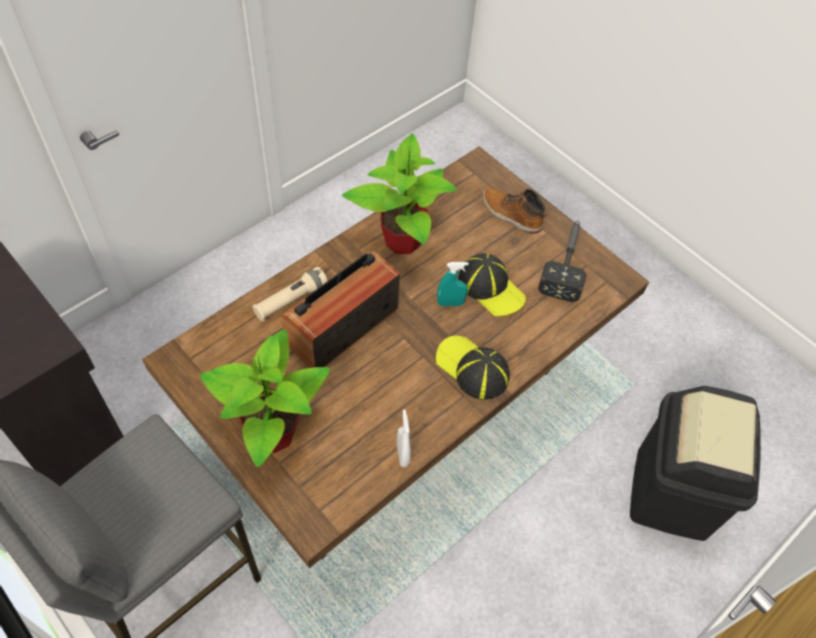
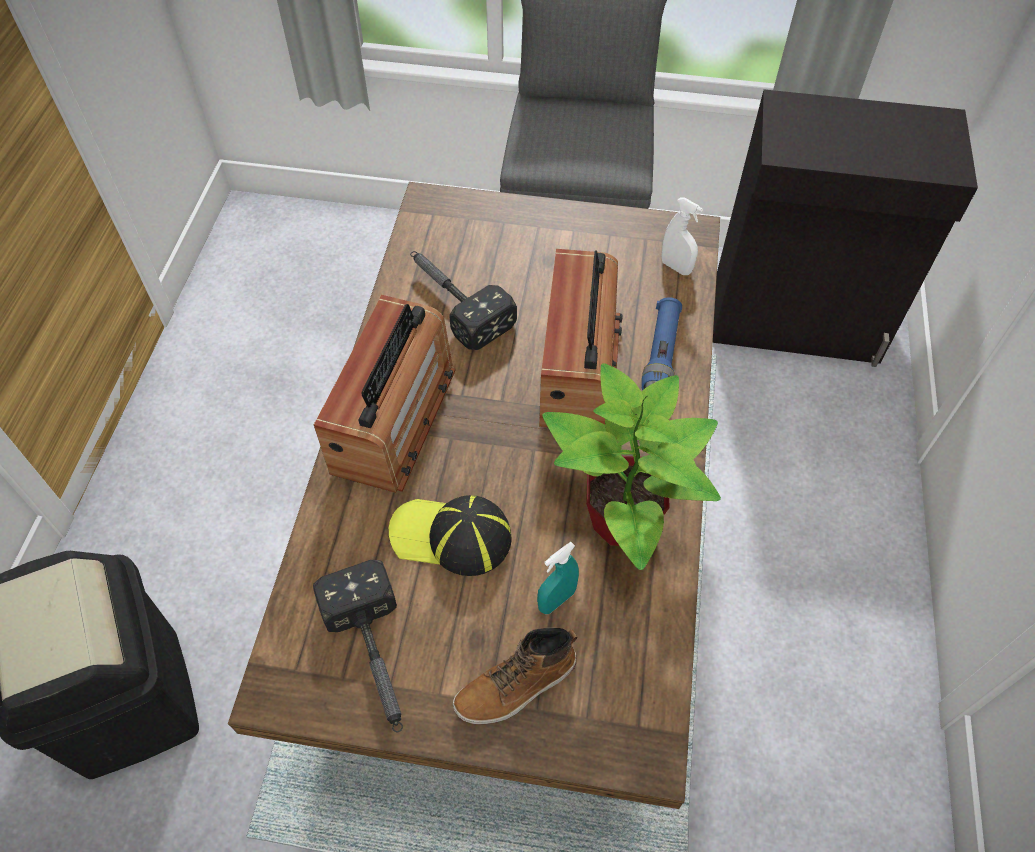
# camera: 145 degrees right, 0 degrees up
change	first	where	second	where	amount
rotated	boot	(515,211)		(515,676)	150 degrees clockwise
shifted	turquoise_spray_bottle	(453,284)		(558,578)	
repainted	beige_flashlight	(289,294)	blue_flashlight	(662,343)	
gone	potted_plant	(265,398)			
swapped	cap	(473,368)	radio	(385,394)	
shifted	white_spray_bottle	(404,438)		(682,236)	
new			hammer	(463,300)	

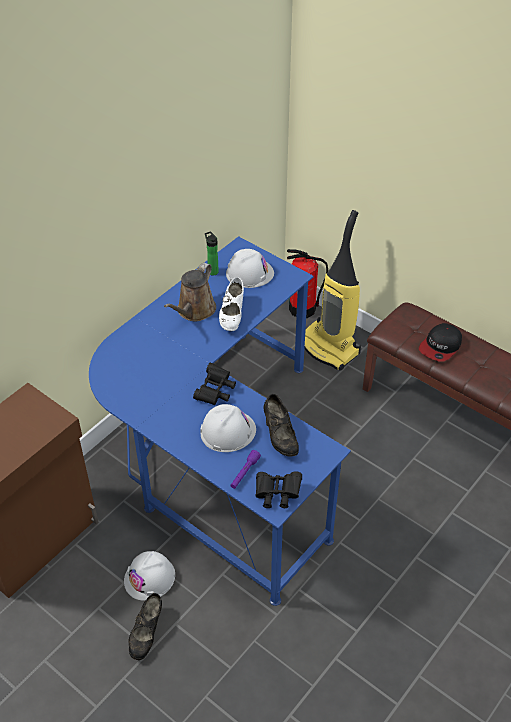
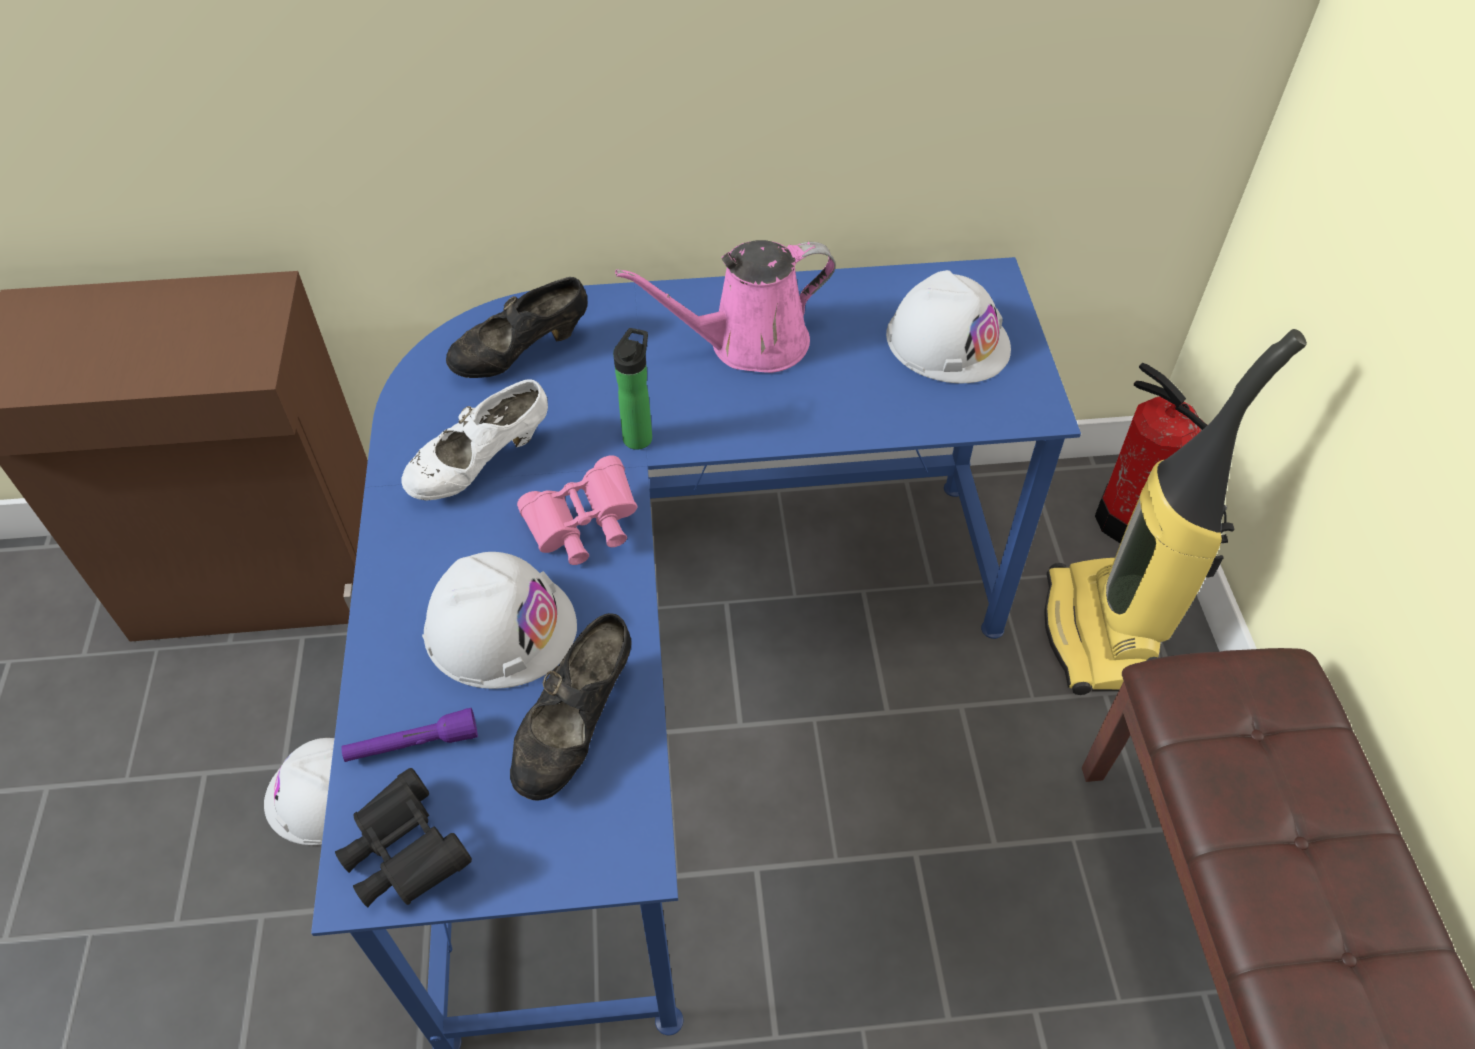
# camera: 45 degrees right, 5 degrees up
change	first	where	second	where	amount
shifted	bottle	(212,253)		(632,389)	
repainted	brown_watering_can	(190,292)	pink_watering_can	(725,306)	
shifted	white_shoe	(231,304)		(474,440)	
gone	cap	(440,342)			
repainted	black_binoculars	(214,384)	pink_binoculars	(577,510)	
shifted	black_shoe	(145,626)		(516,327)	

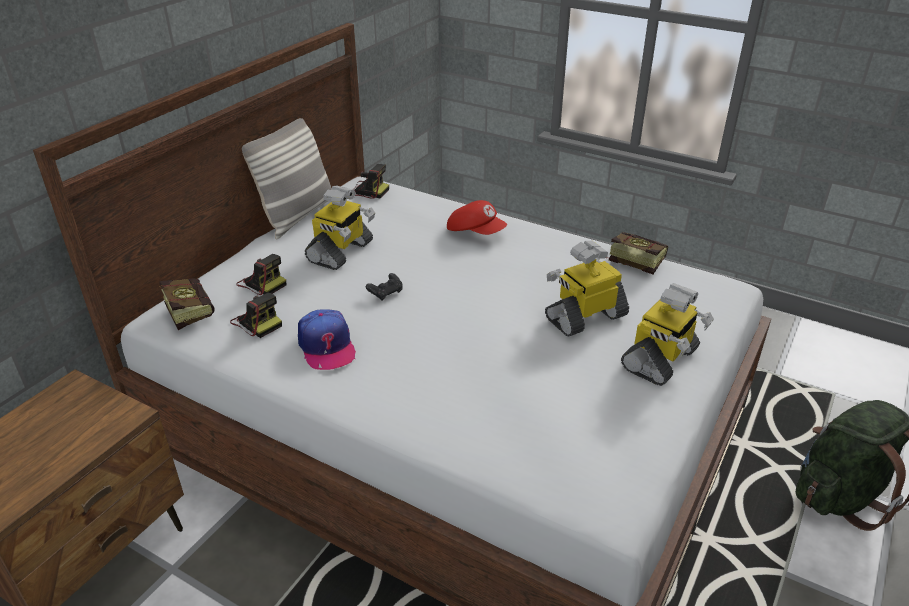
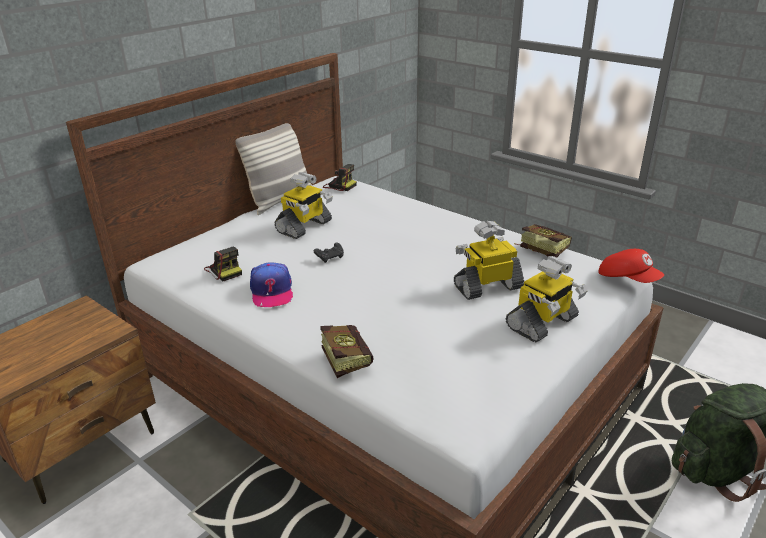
# camera: 10 degrees right, 5 degrees down
change	first	where	second	where	amount
shifted	red_cap	(477,217)		(631,266)	
gone	photo_camera	(261,274)			
shifted	book	(186,304)		(347,351)	

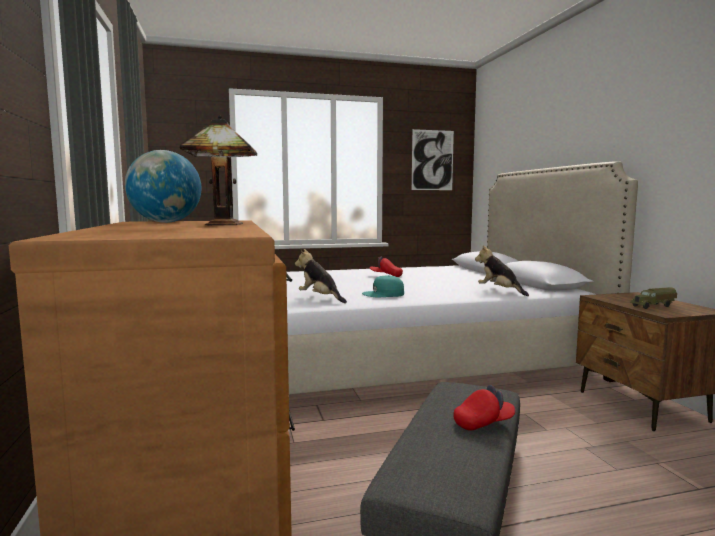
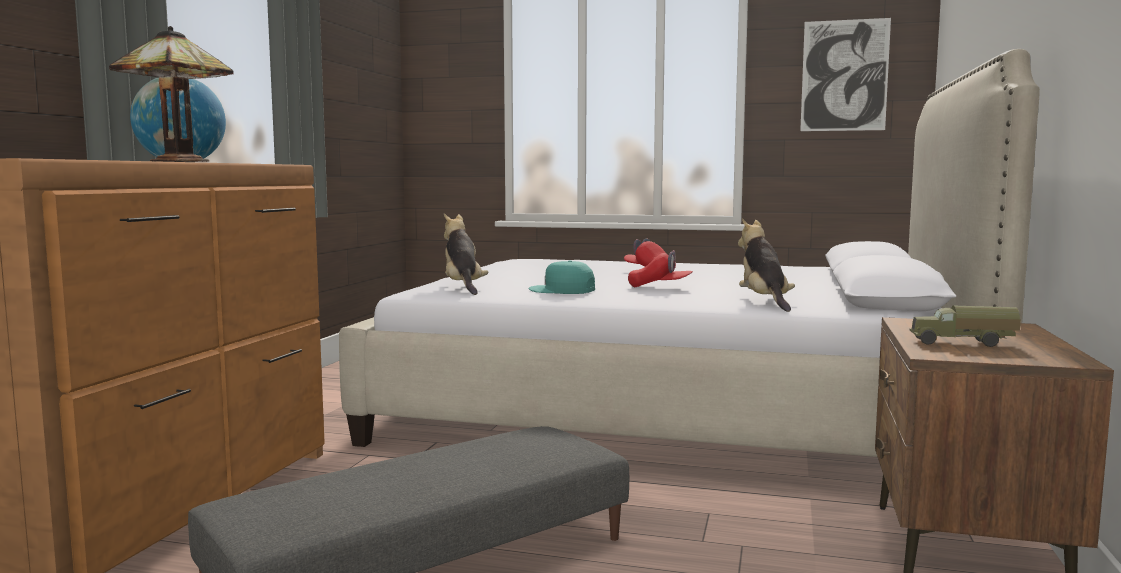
# camera: 30 degrees right, 0 degrees up
change	first	where	second	where	amount
shifted	red_cap	(484,408)		(660,268)	

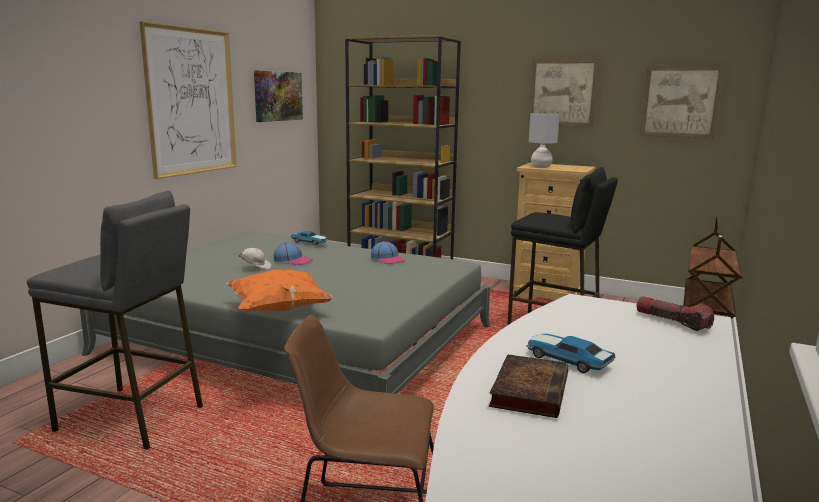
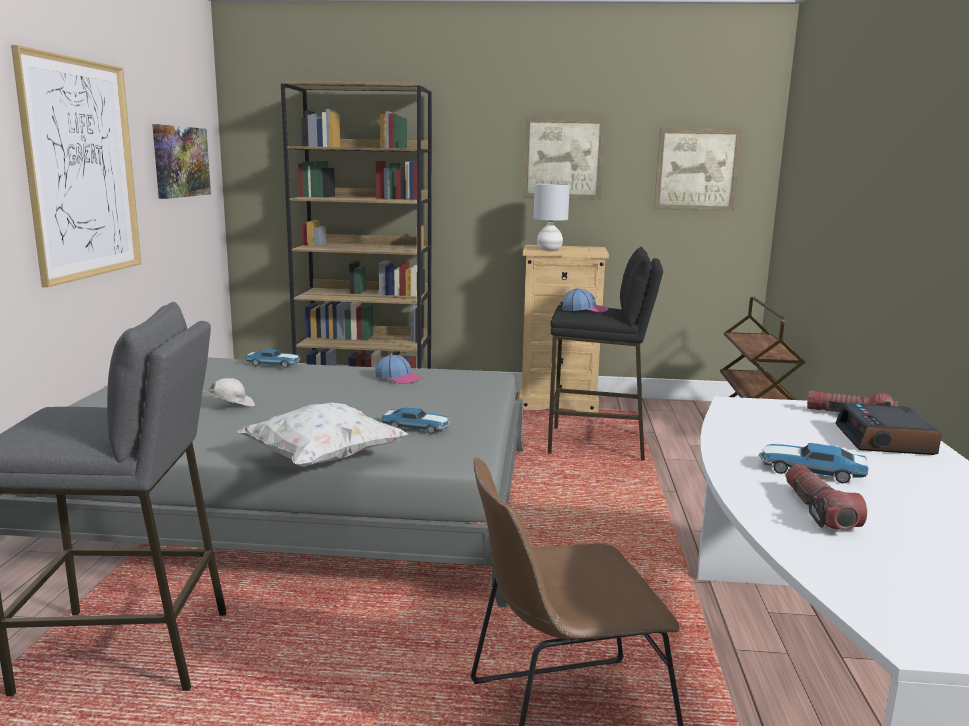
# camera: 20 degrees left, 0 degrees up
change	first	where	second	where	amount
shifted	cap	(293,254)		(585,300)	
repainted	orange_pillow	(279,291)	white_pillow	(323,435)	
swapped	book	(529,386)	flashlight	(826,497)	
new			alarm_clock	(888,429)	
new			toy_car	(415,421)	

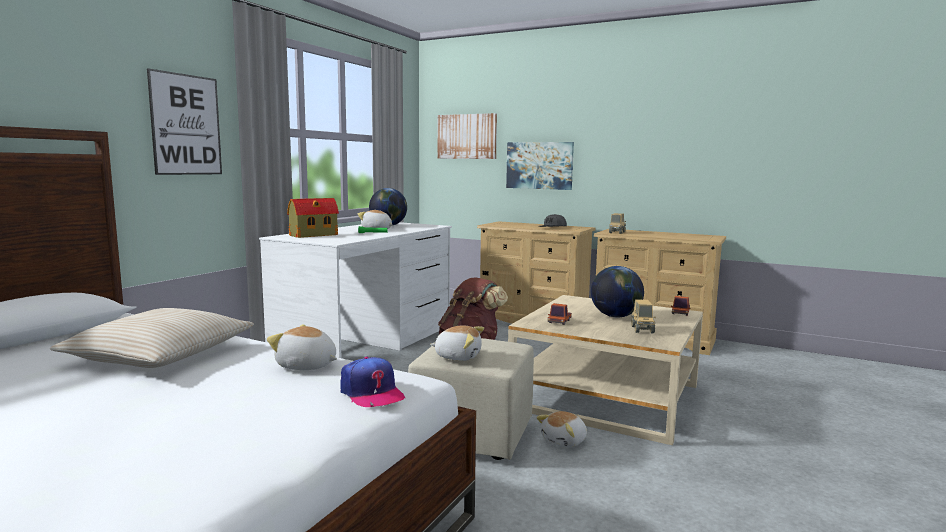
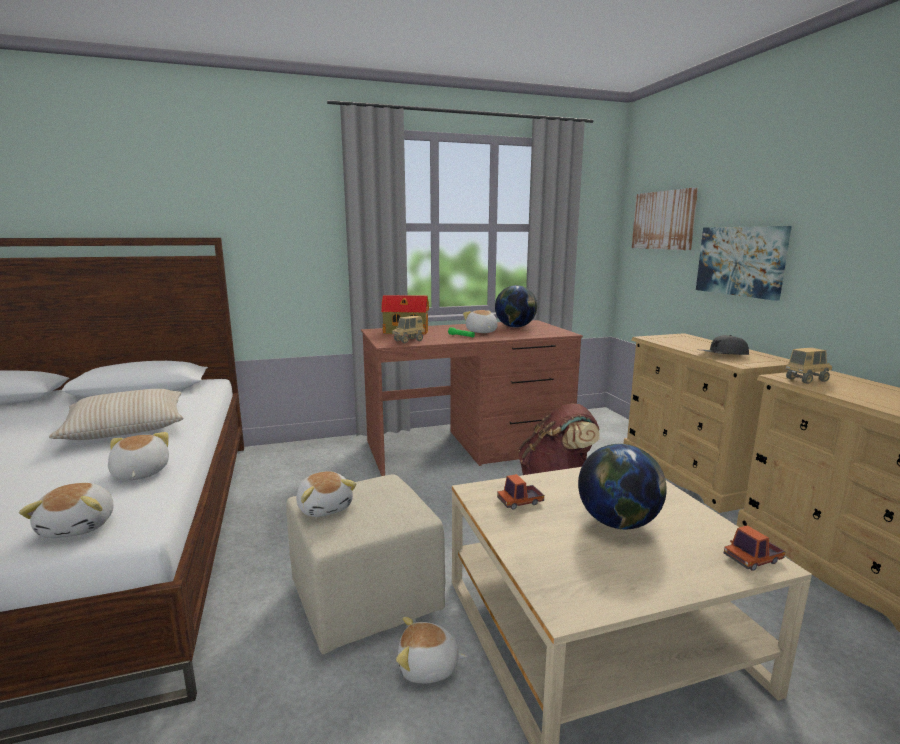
# camera: 45 degrees right, 5 degrees up
change	first	where	second	where	amount
gone	picture	(184,121)			
repainted	white_desk	(355,290)	brown_desk	(472,398)	
shifted	toy_truck	(643,316)		(408,329)	
swapped	cap	(372,382)	plush_toy	(66,510)	

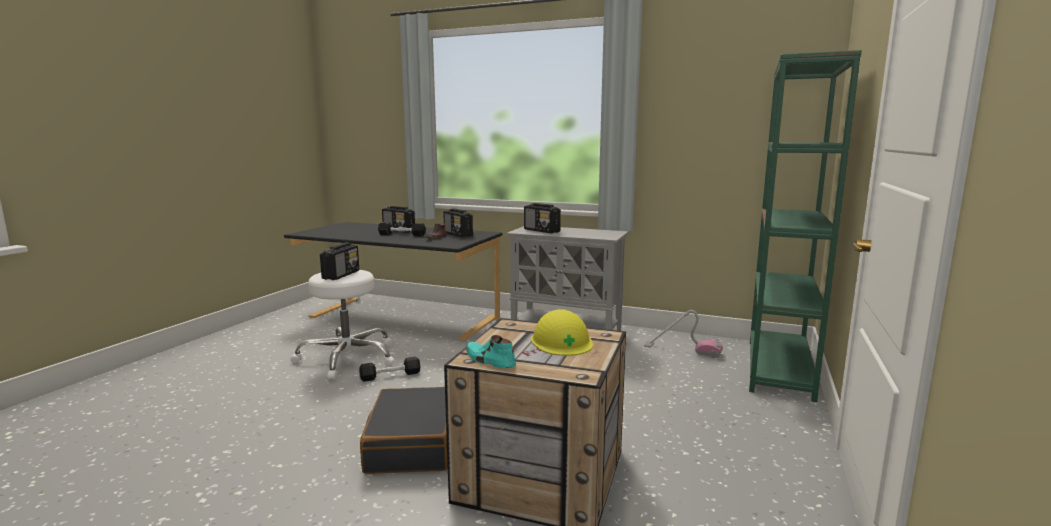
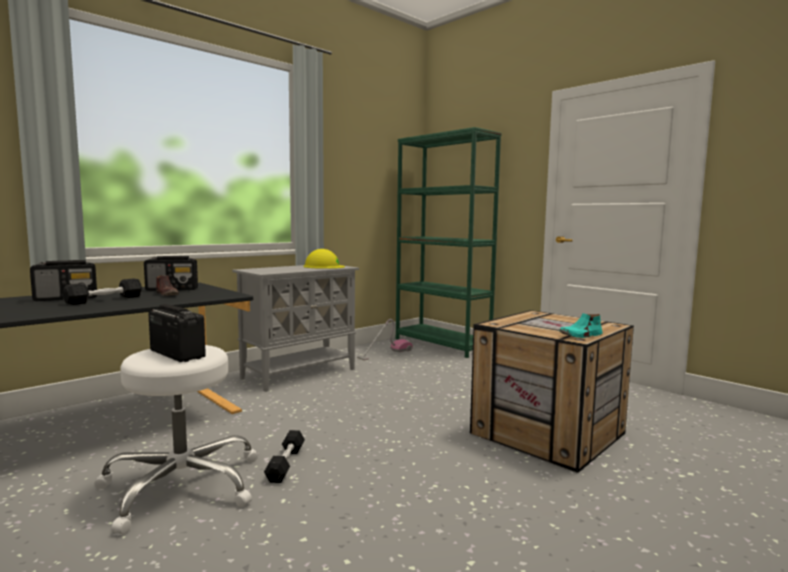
# camera: 65 degrees left, 5 degrees down
change	first	where	second	where	amount
gone	radio	(542,218)			
shifted	yellow_hard_hat	(562,332)		(324,259)	
gone	black_suitcase	(404,430)			

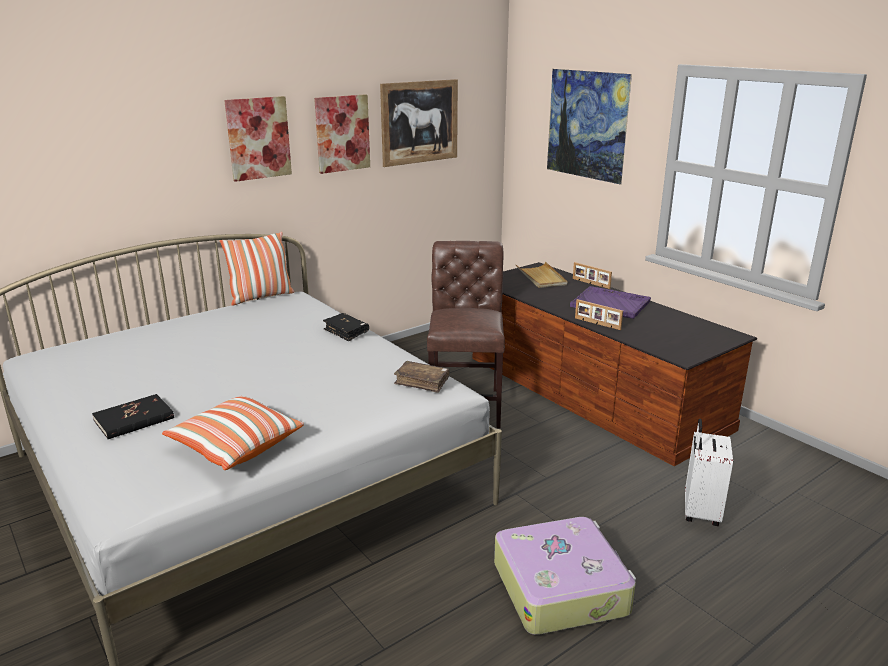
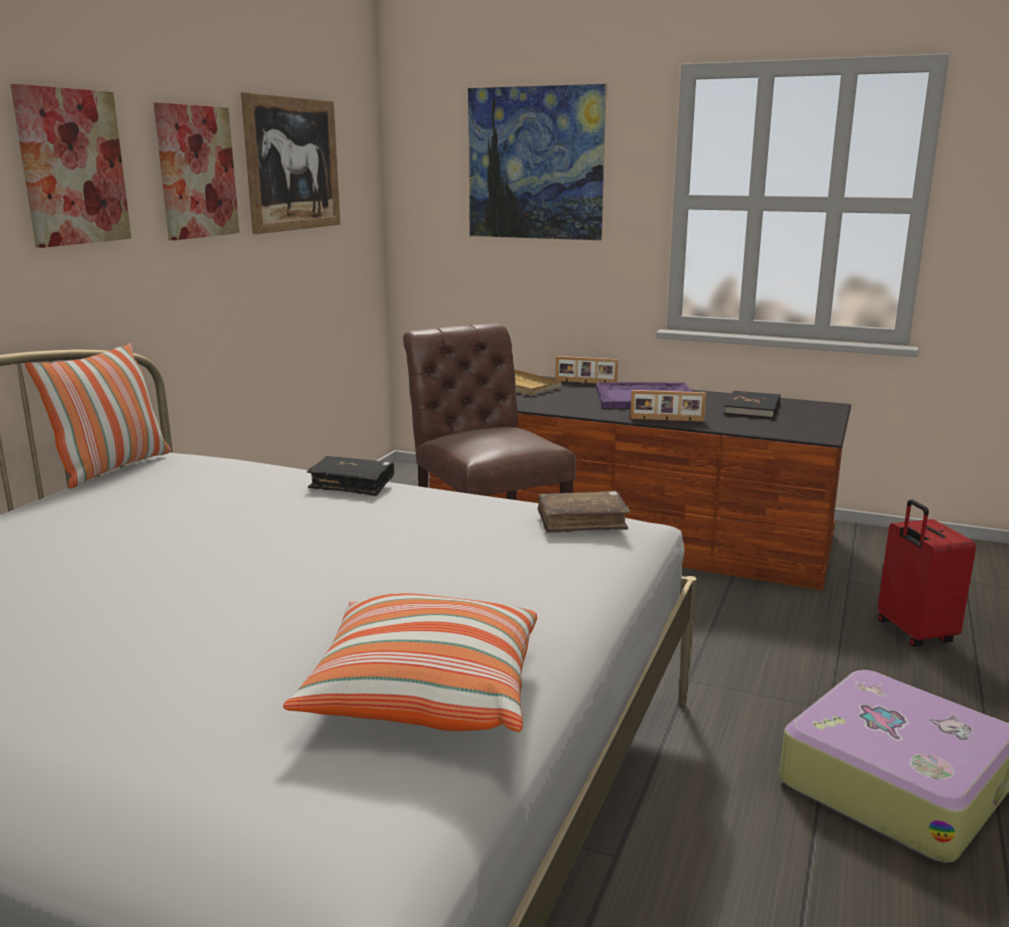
# camera: 30 degrees left, 5 degrees down
change	first	where	second	where	amount
shifted	black_book	(133,416)		(752,405)	
repainted	white_suitcase	(709,472)	red_suitcase	(926,573)	

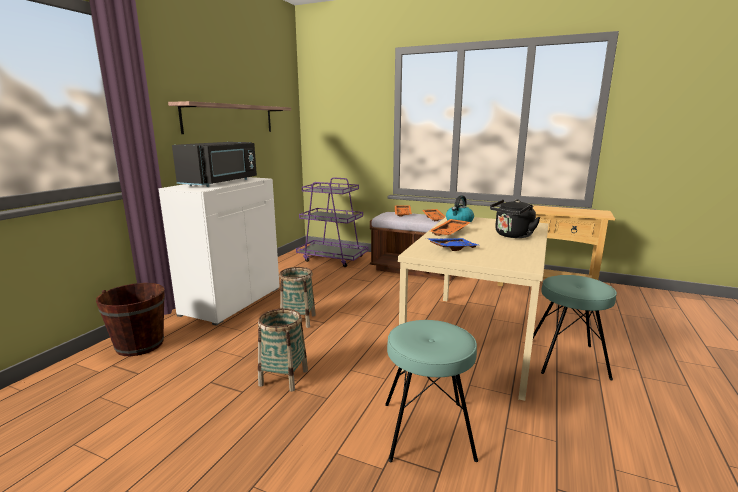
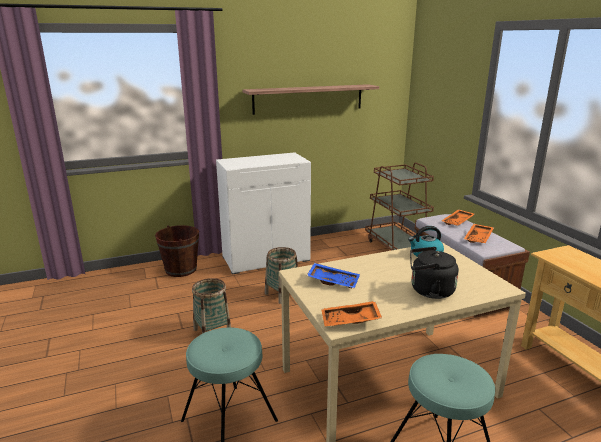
# camera: 45 degrees right, 5 degrees up
change	first	where	second	where	amount
gone	black_microwave	(214,164)			
repainted	purple_cart	(332,222)	brown_cart	(399,206)	
shifted	orange_tray	(450,227)		(351,313)	

